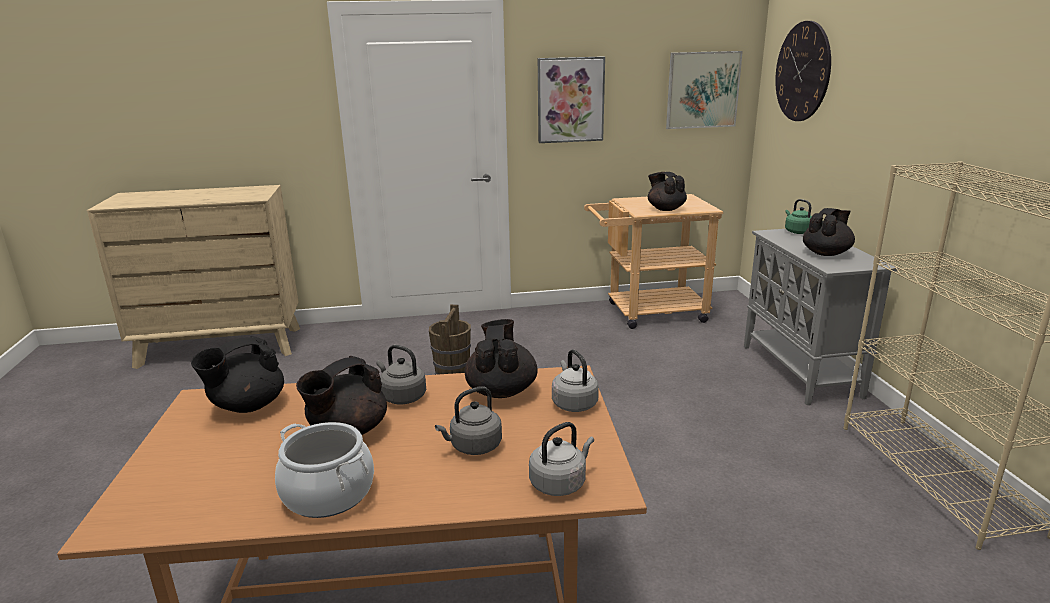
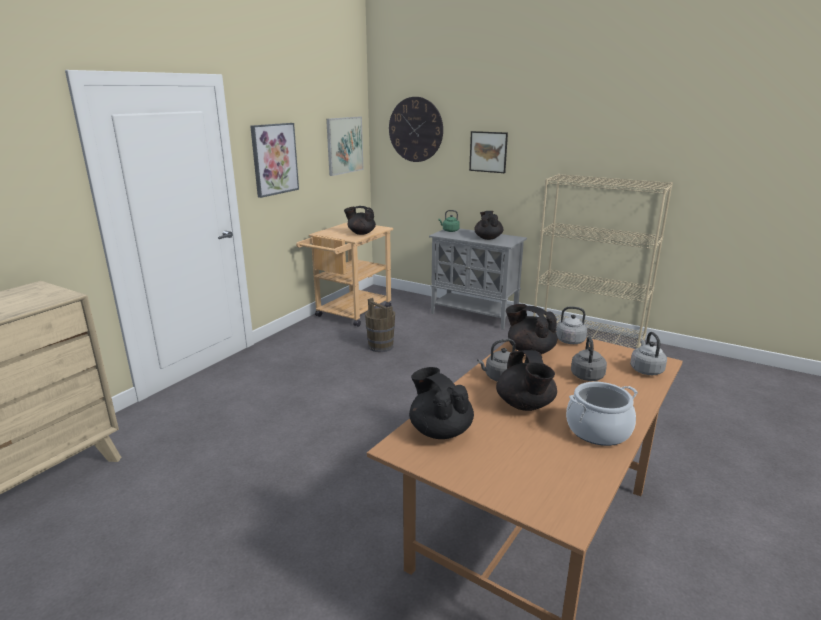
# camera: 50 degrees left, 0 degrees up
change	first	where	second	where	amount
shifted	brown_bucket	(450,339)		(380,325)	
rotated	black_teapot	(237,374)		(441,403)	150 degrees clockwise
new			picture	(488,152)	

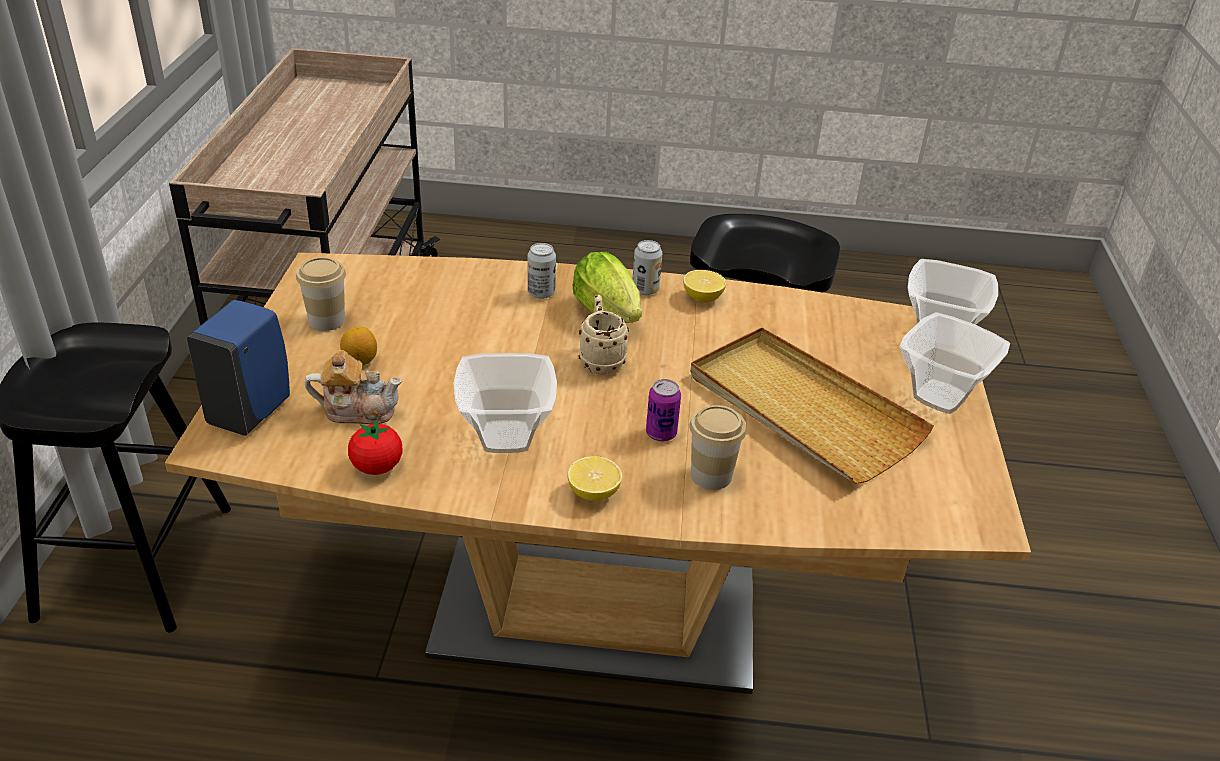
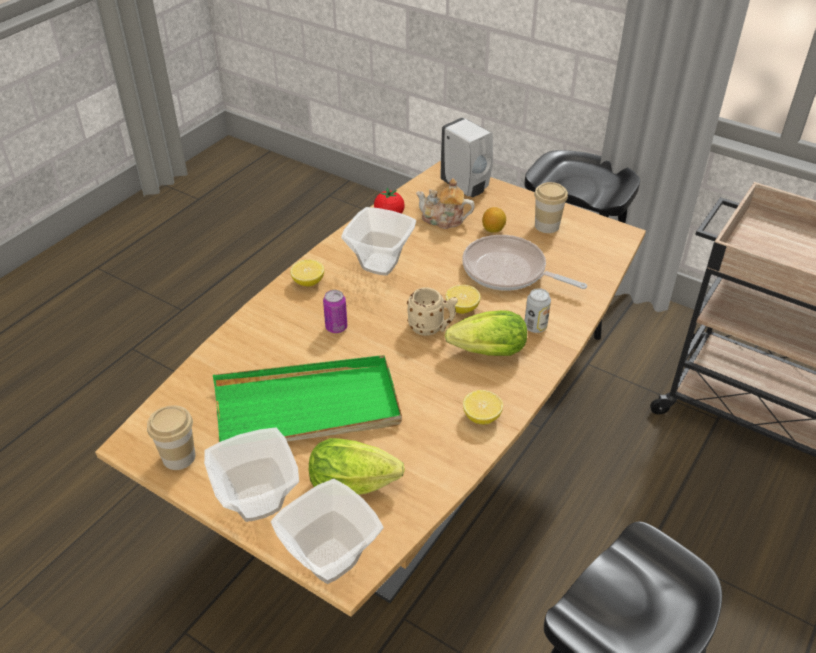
# camera: 120 degrees right, 5 degrees up
change	first	where	second	where	amount
gone	can	(647,267)			
repainted	blue_soap_dispenser	(238,368)	white_soap_dispenser	(466,158)	
repainted	beige_tray	(812,406)	green_tray	(307,398)	
rotated	teapot	(353,387)		(445,203)	75 degrees clockwise
shifted	cup	(717,447)		(171,437)	
new			frying_pan	(524,263)	
new			lemon	(463,299)	
new			lettuce	(357,466)	

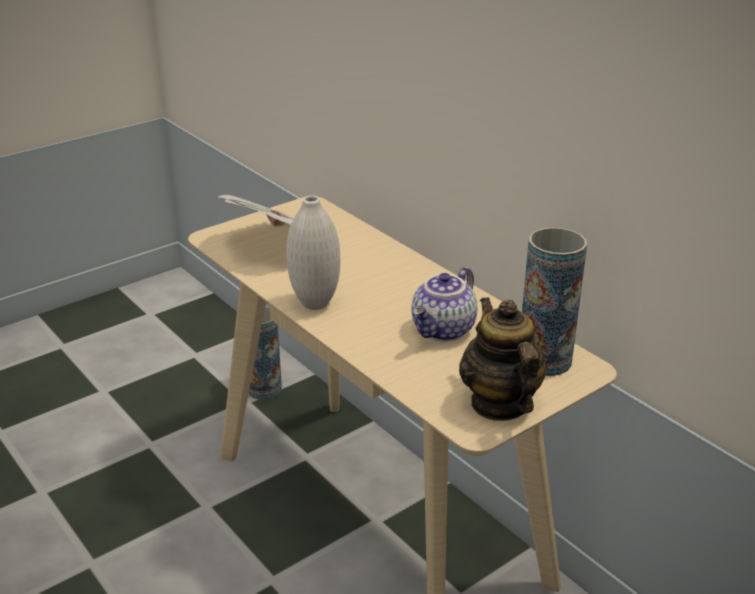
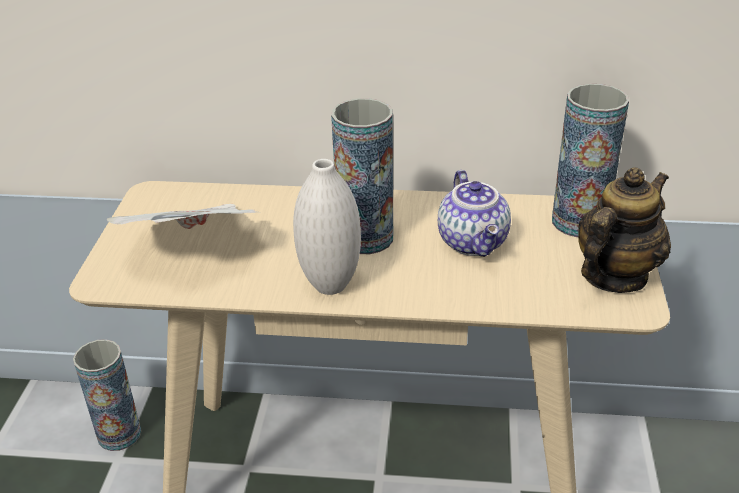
# camera: 45 degrees left, 5 degrees up
change	first	where	second	where	amount
rotated	teapot	(503,359)		(624,230)	105 degrees clockwise
new			vase	(362,176)	

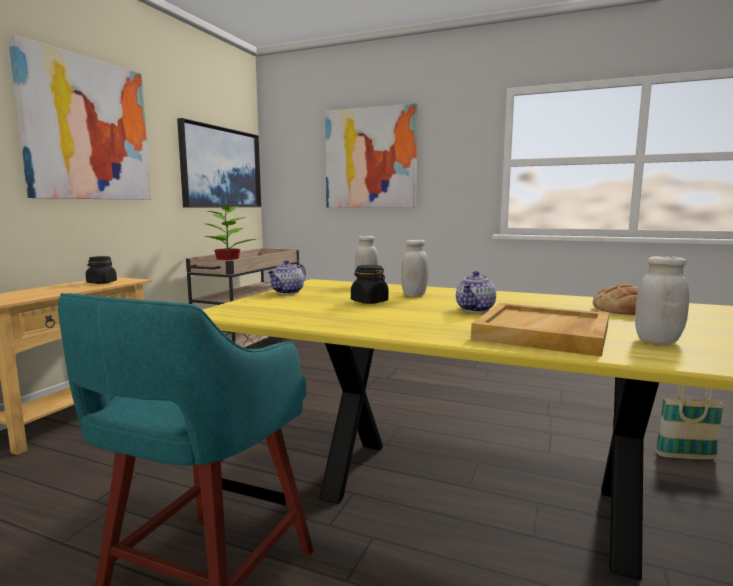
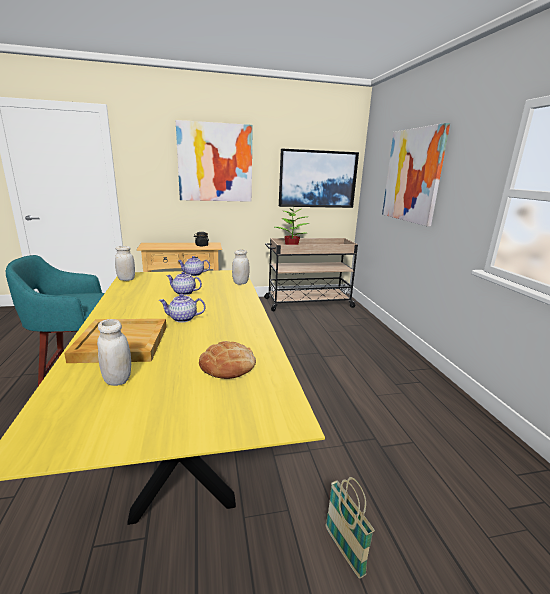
# camera: 55 degrees right, 10 degrees up
change	first	where	second	where	amount
shifted	white_jar	(415,268)		(125,263)	
swapped	black_jar	(370,284)	teapot	(184,283)	

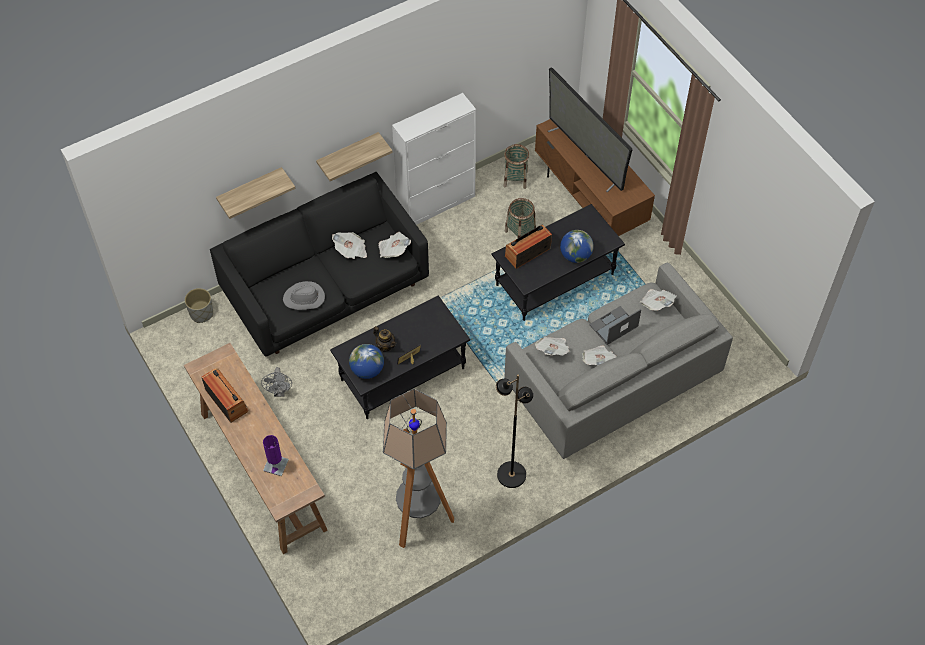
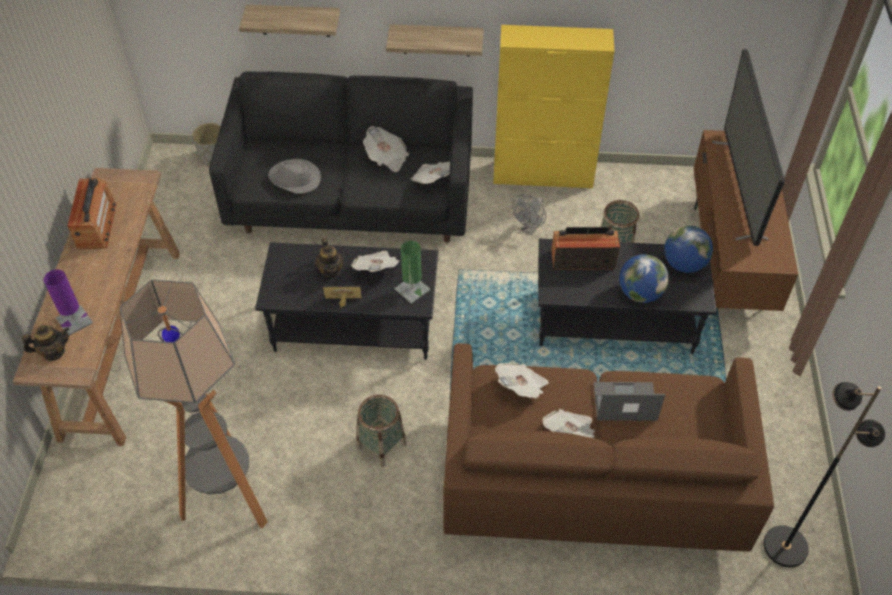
# camera: 35 degrees right, 5 degrees down
change	first	where	second	where	amount
repainted	white_cabinet	(434,159)	yellow_cabinet	(554,106)	
shifted	basket	(516,166)		(381,431)	
repainted	grey_sofa	(619,361)	brown_sofa	(608,447)	
shifted	newspaper	(658,300)		(375,261)	
shifted	globe	(366,361)		(688,249)	
shifted	grey_fan	(276,382)		(529,215)	
shifted	black_floor_lamp	(514,431)		(824,474)	
new			green_table_lamp	(412,272)	
new			teapot	(45,343)	

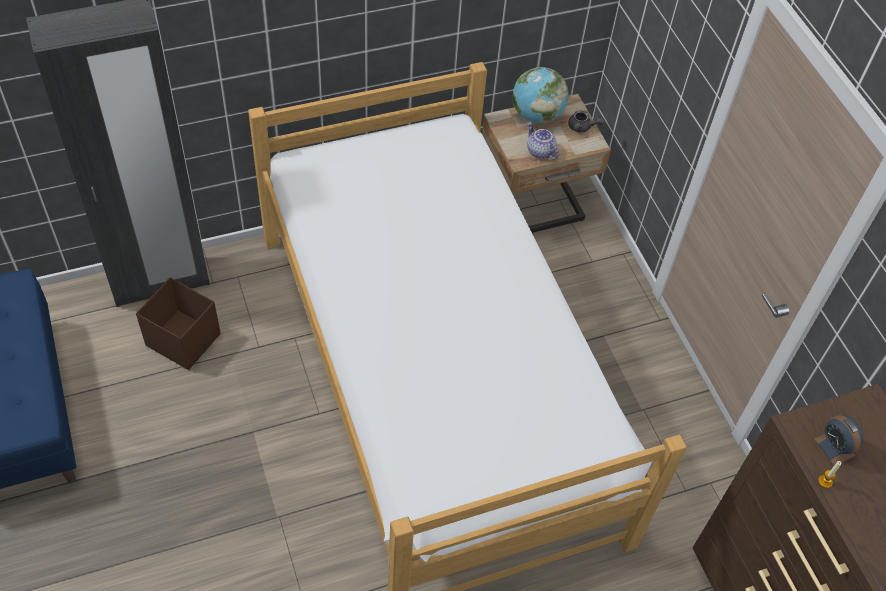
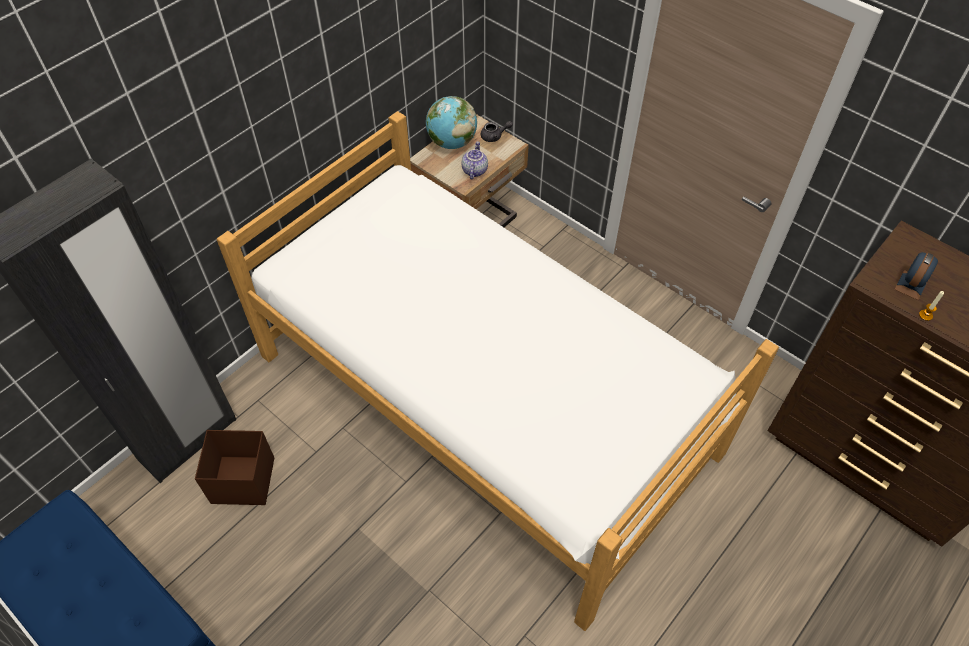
# camera: 25 degrees left, 0 degrees up
change	first	where	second	where	amount
rotated	teapot	(543,141)		(474,160)	75 degrees clockwise
rotated	alarm_clock	(839,440)		(916,276)	90 degrees counterclockwise

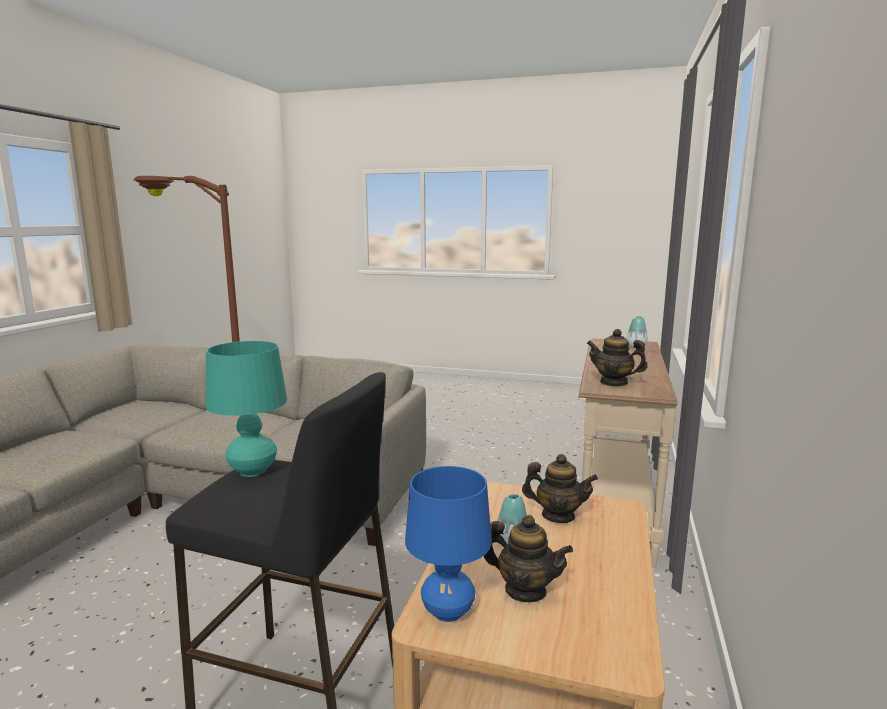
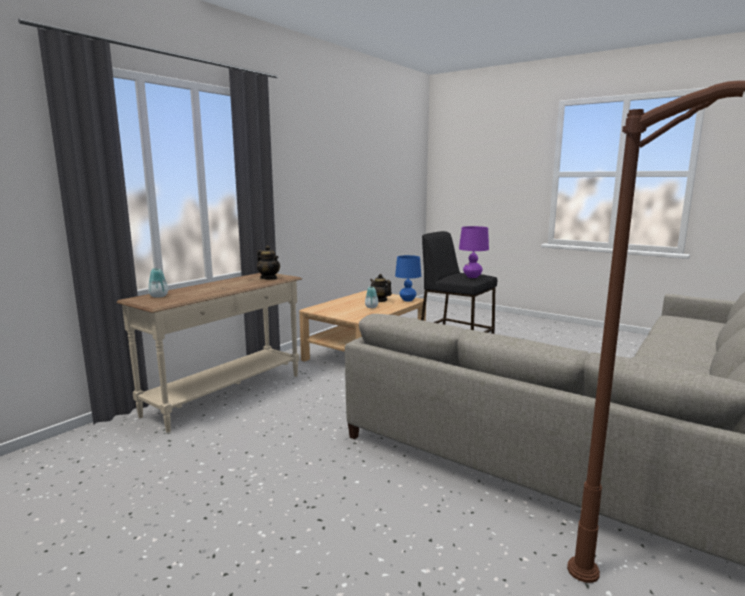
# camera: 160 degrees left, 0 degrees up
change	first	where	second	where	amount
repainted	turquoise_table_lamp	(246,409)	purple_table_lamp	(474,252)	
gone	teapot	(560,488)			

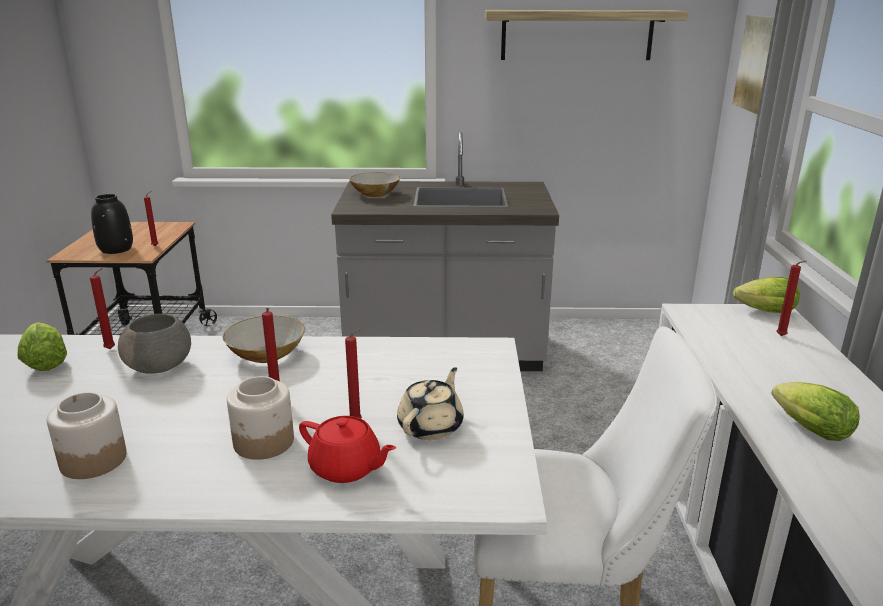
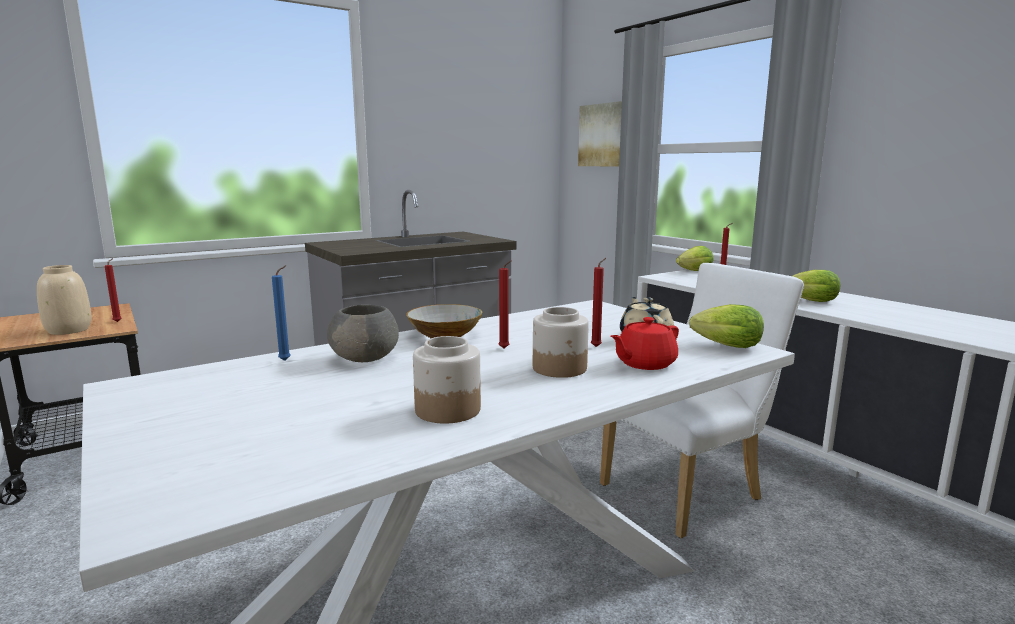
# camera: 35 degrees left, 10 degrees down
change	first	where	second	where	amount
gone	shelf	(586,35)			
gone	bowl	(374,184)			
repainted	black_vase	(112,224)	beige_vase	(64,300)	
repainted	red_candle	(102,308)	blue_candle	(281,313)	
shifted	lettuce	(42,346)		(726,326)	
rotated	red_teapot	(347,449)		(645,343)	150 degrees clockwise

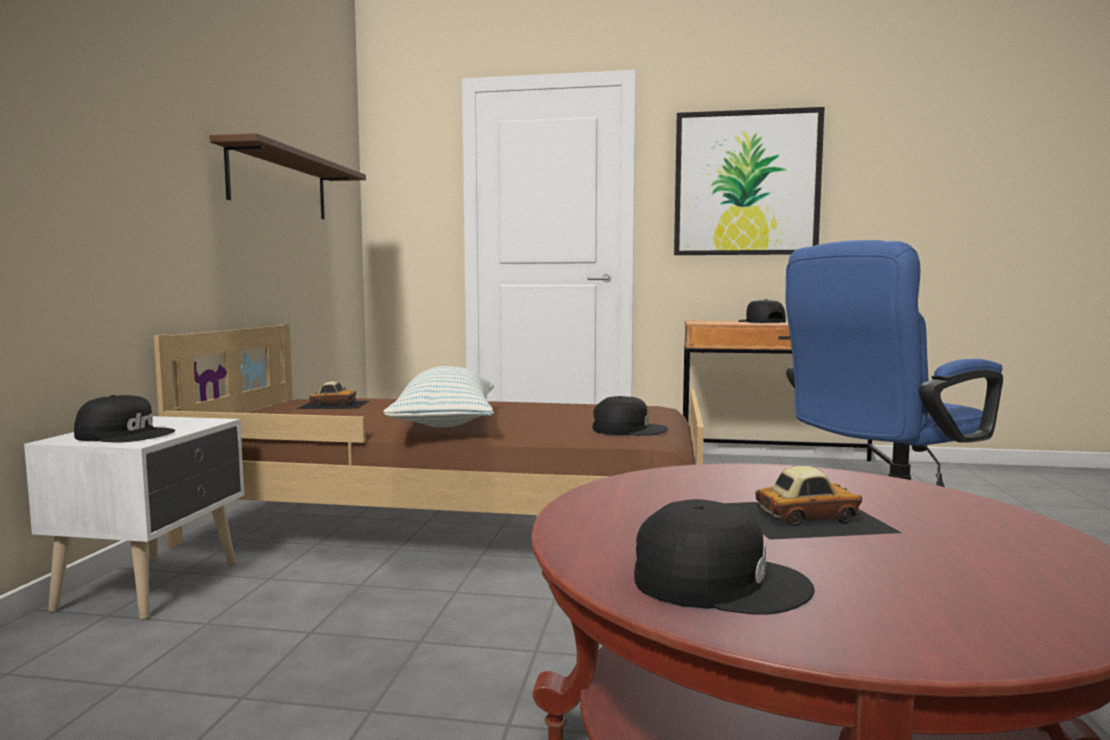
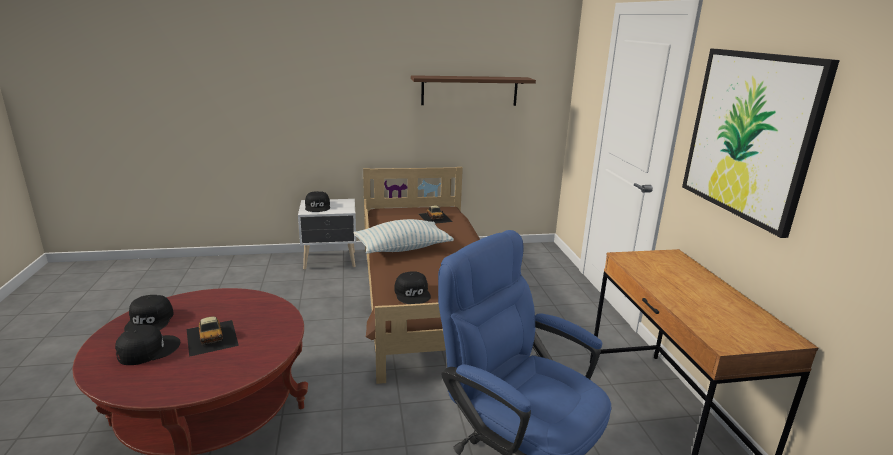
# camera: 70 degrees right, 15 degrees up
change	first	where	second	where	amount
shifted	black_cap	(762,311)		(147,345)	

